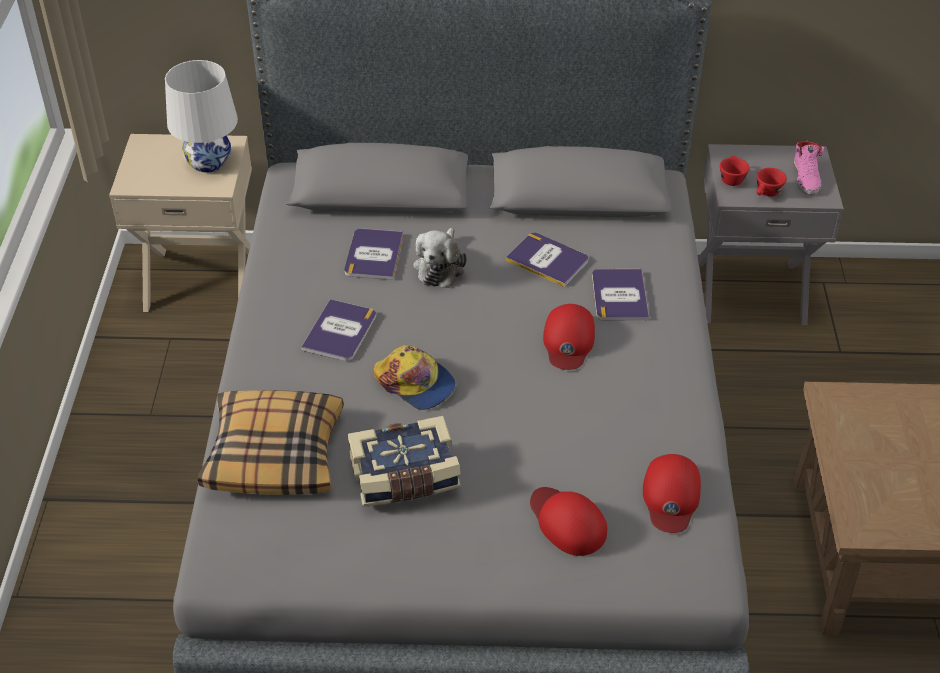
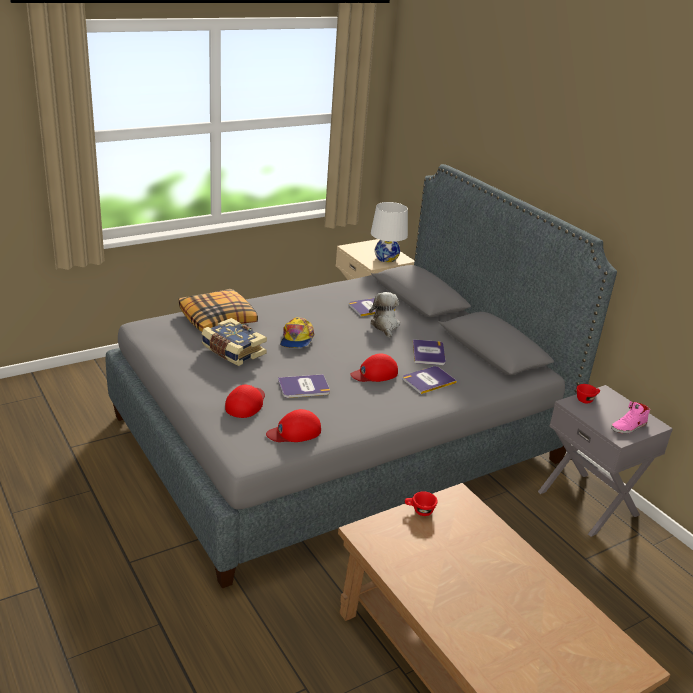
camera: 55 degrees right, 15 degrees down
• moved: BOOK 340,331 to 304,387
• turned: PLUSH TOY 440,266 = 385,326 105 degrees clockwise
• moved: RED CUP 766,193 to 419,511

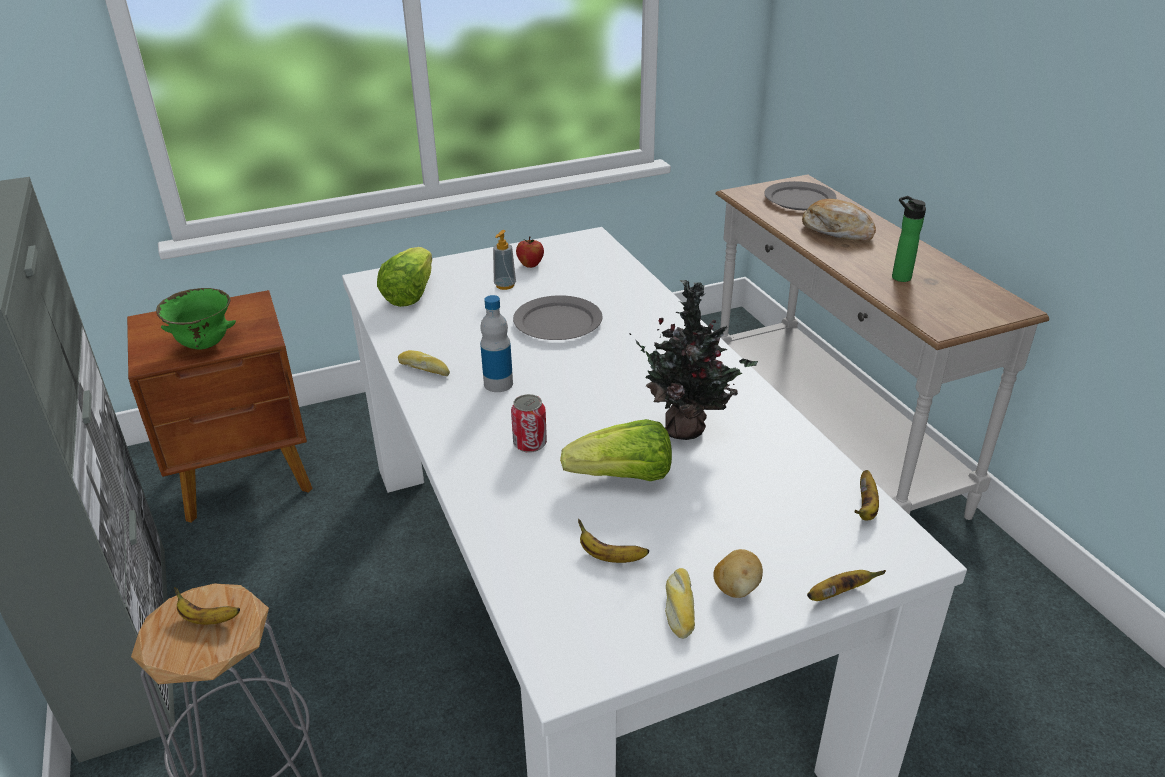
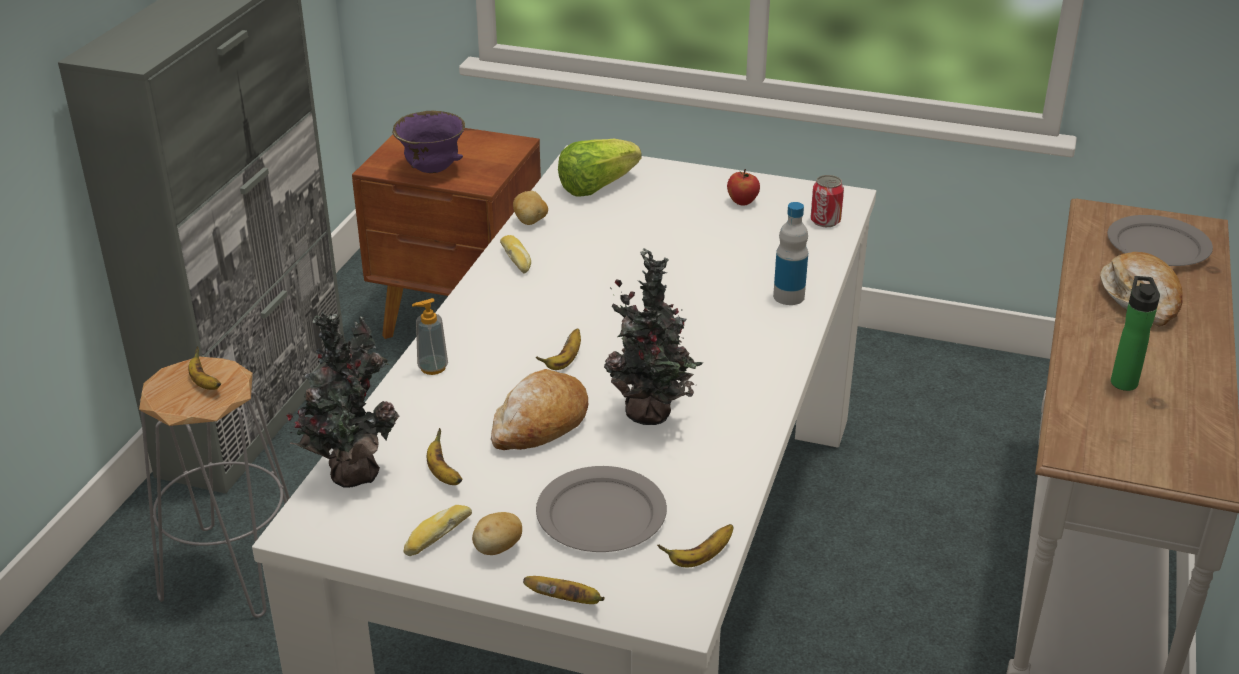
camera: 40 degrees right, 0 degrees up
• added: POTTED PLANT 351,472
• recoloured: GREEN BOWL 204,345 to PURPLE BOWL 432,170
• moved: SOAP DISPENSER 505,285 to 433,368
• replaced: LETTUCE 623,477 to BREAD 540,424
• added: POTATO 530,221
• added: BANANA 564,361
• moved: GREY PLATE 558,322 to 602,515
• moved: BOTTLE 498,384 to 788,296
• moved: CAN 530,444 to 825,221

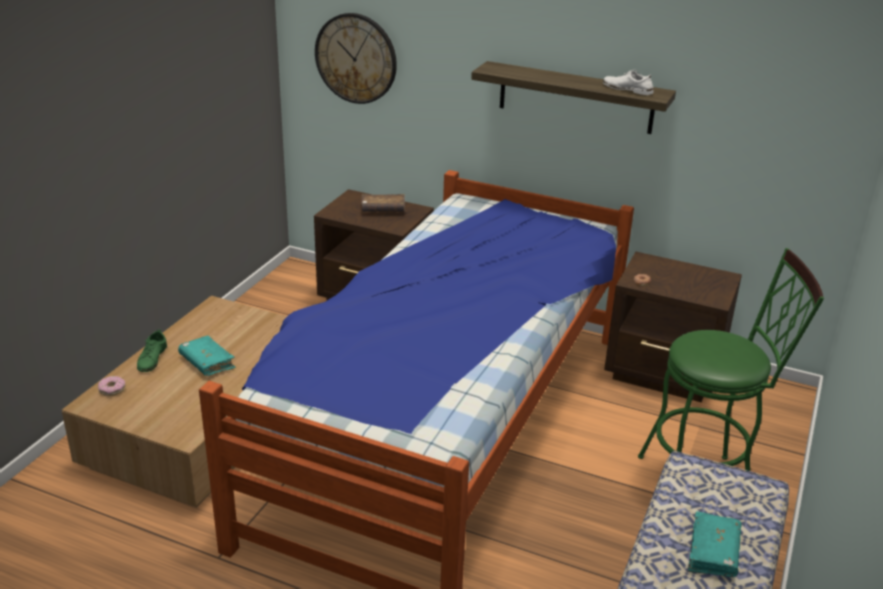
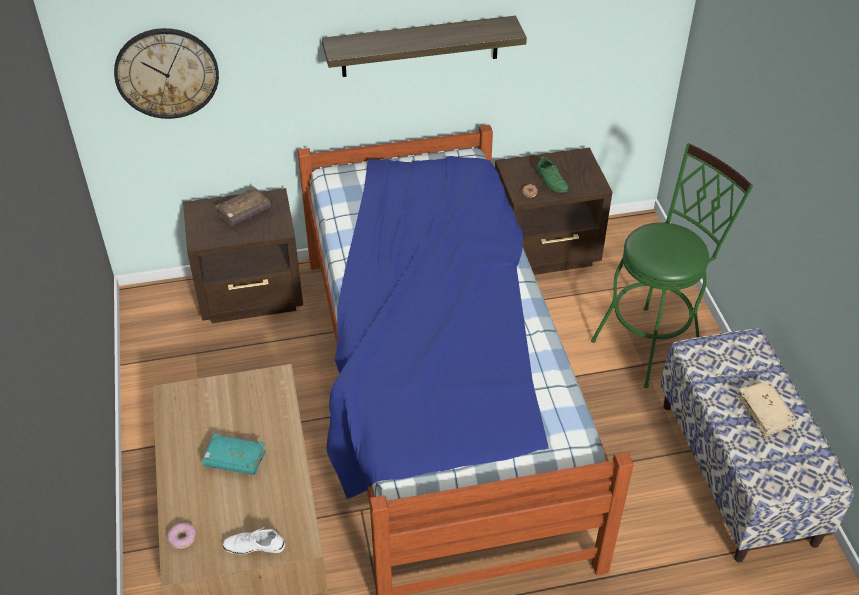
camera: 35 degrees left, 15 degrees up
• moved: WHITE SHOE 627,89 to 254,546
• moved: GREEN SHOE 152,358 to 551,181
• recoloured: TURQUOISE BOOK 713,552 to BEIGE BOOK 765,413

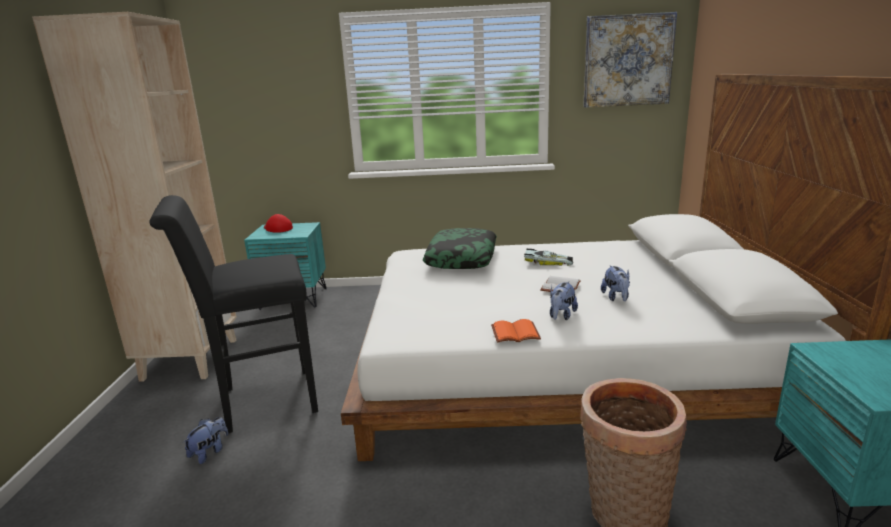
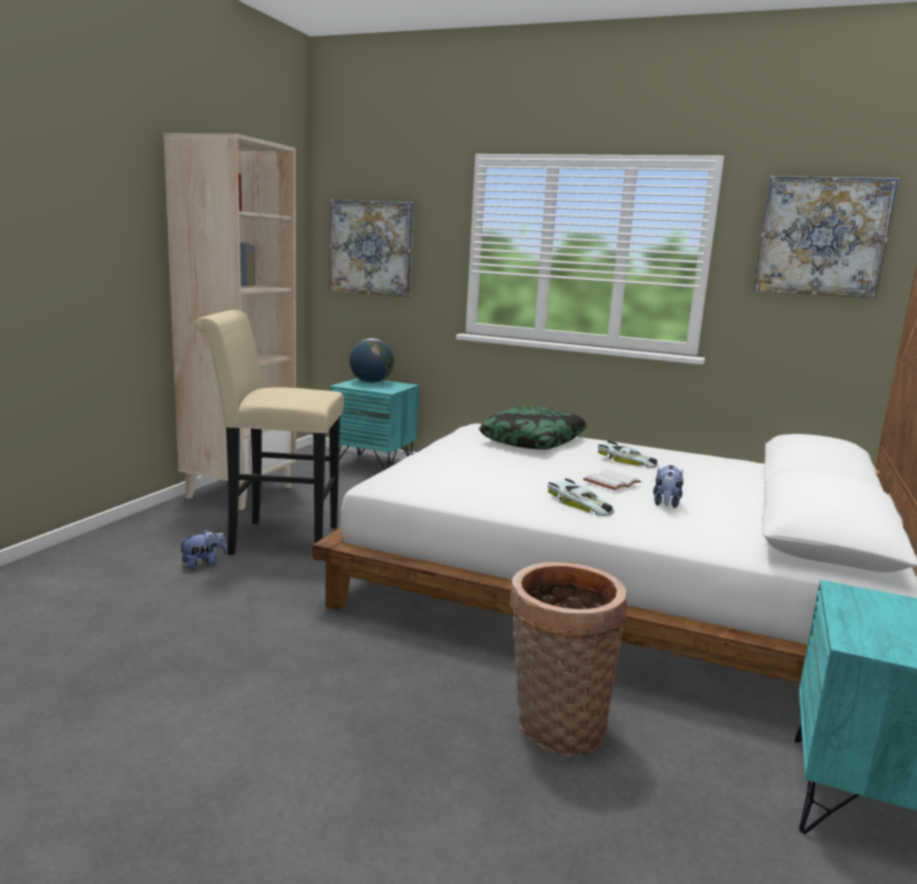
camera: 20 degrees right, 5 degrees down
• recoloured: BLACK STOOL 261,402 to BEIGE STOOL 275,539
• added: PICTURE 371,248
• replaced: RED CAP 277,228 to GLOBE 371,382
• replaced: PLUSH TOY 561,316 to TOY CAR 580,504
• removed: ORANGE BOOK 514,334

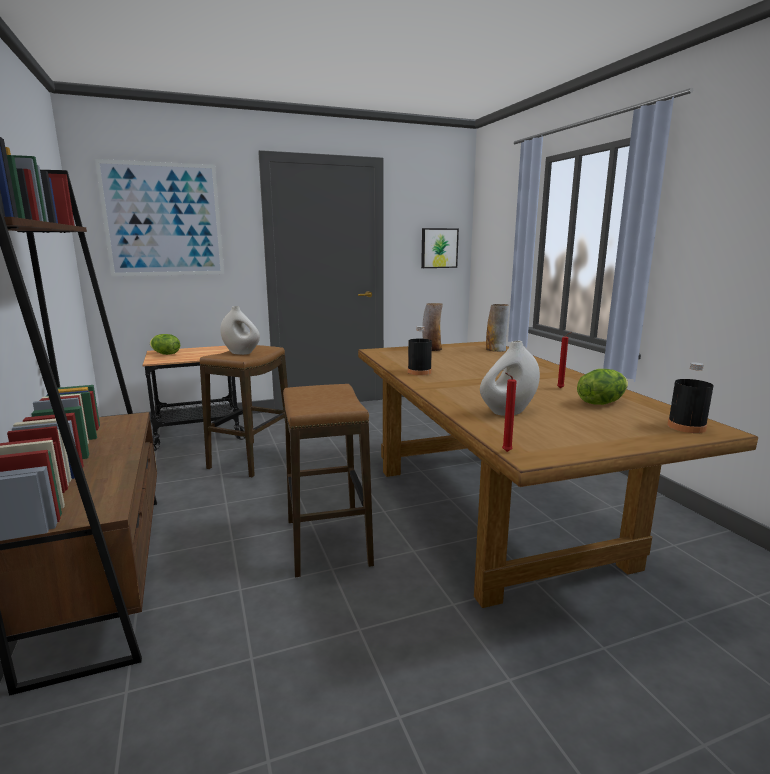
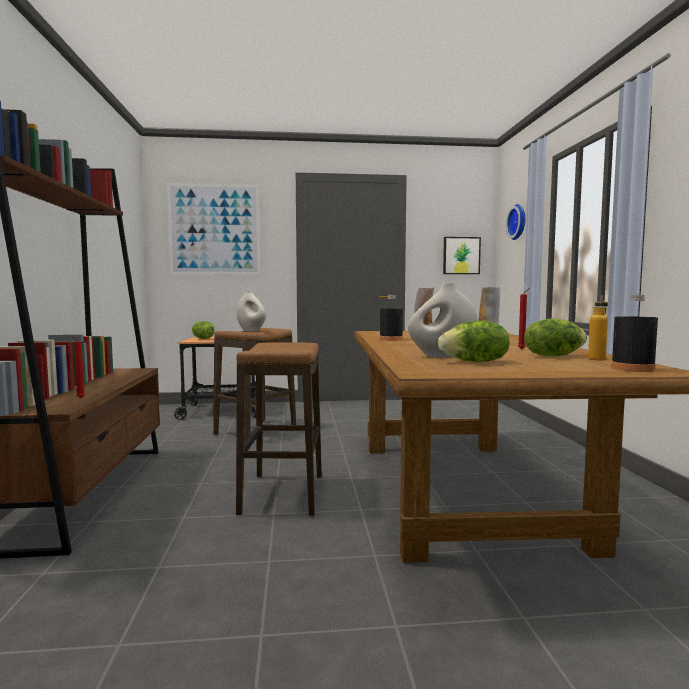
camera: 15 degrees right, 10 degrees down
• moved: RED CANDLE 505,452 to 79,398
• added: LETTUCE 475,362
• added: WALL CLOCK 518,222
• added: BOTTLE 597,358

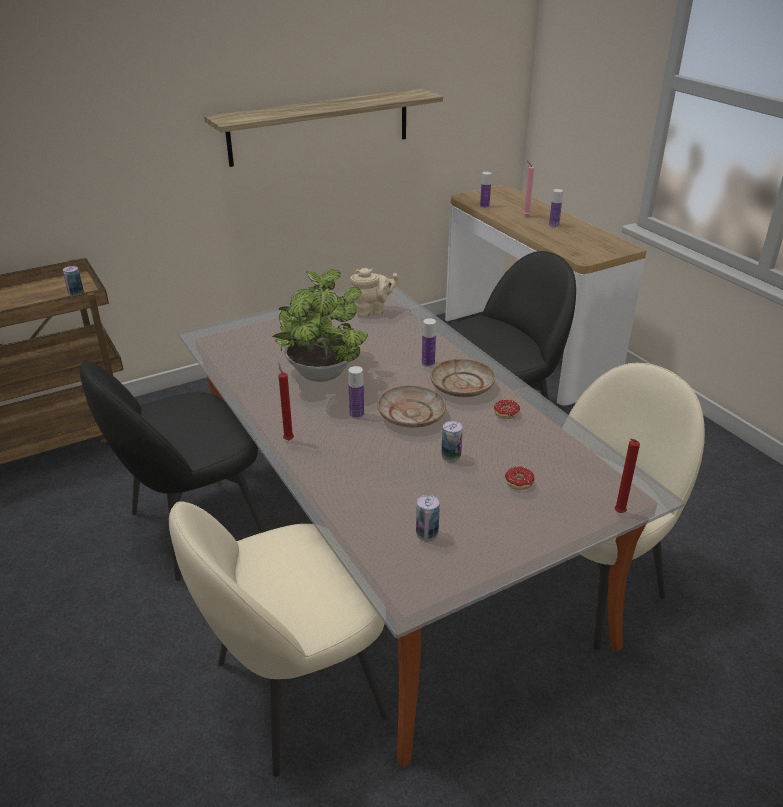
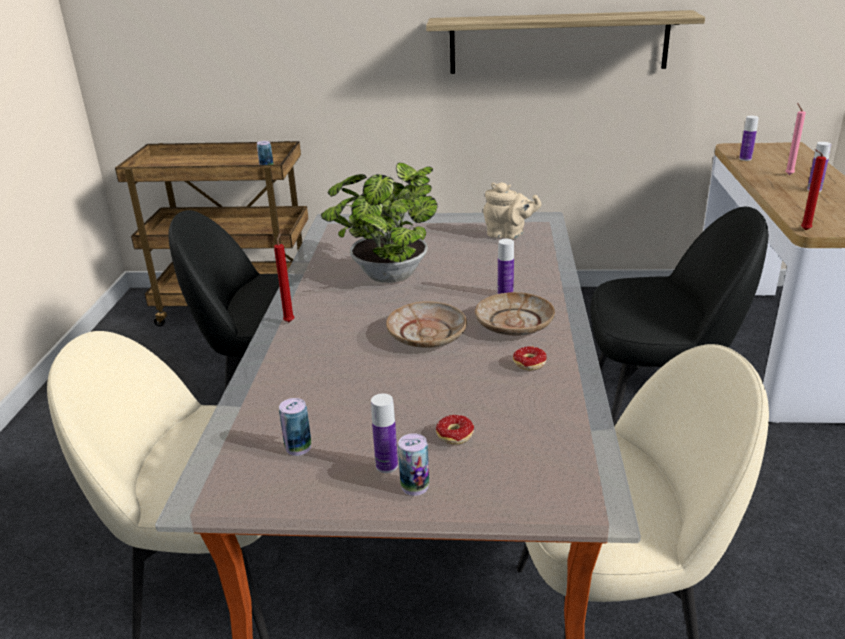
camera: 35 degrees right, 5 degrees down
• moved: BOTTLE 356,414 to 386,466
• moved: CAN 451,457 to 415,486
• moved: RED CANDLE 618,513 to 803,230

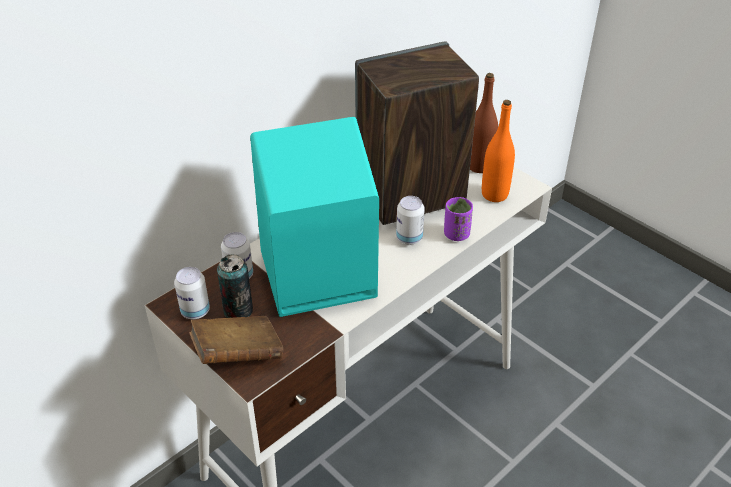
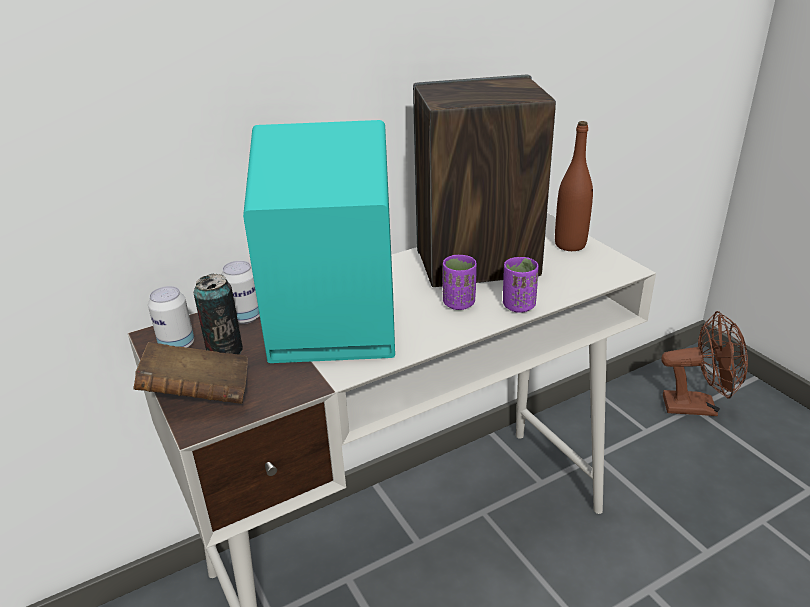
camera: 15 degrees right, 10 degrees down
• replaced: CAN 409,238 to PURPLE CUP 459,303
• added: BROWN FAN 698,406
• removed: ORANGE BOTTLE 494,194

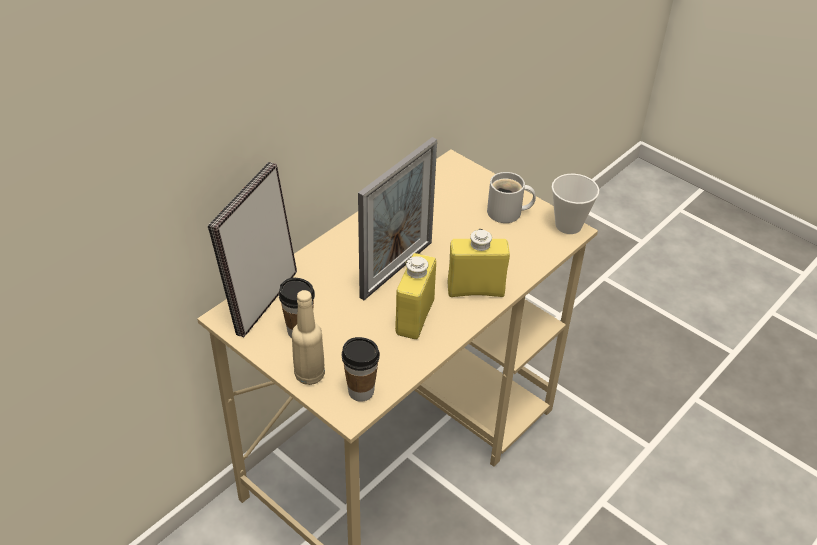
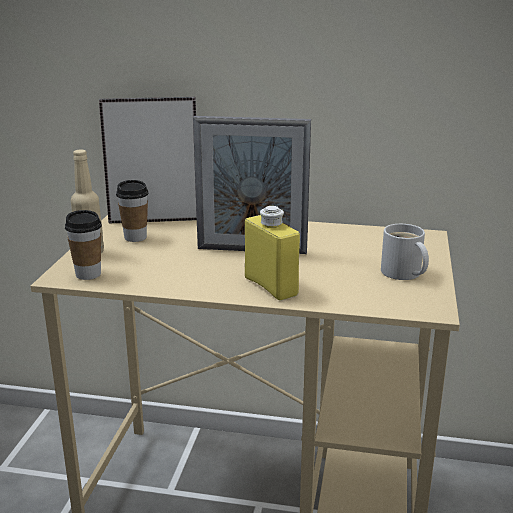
camera: 60 degrees right, 20 degrees down
• removed: YELLOW BOTTLE 415,317
• removed: CUP 568,225

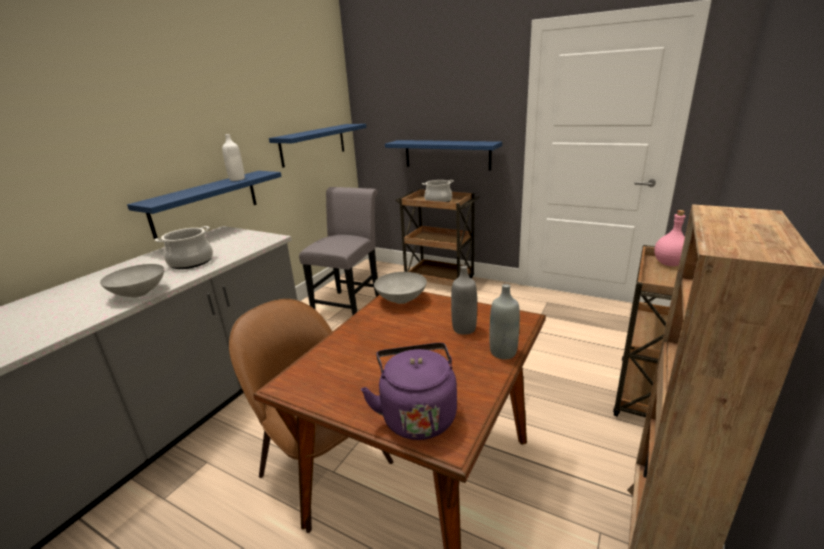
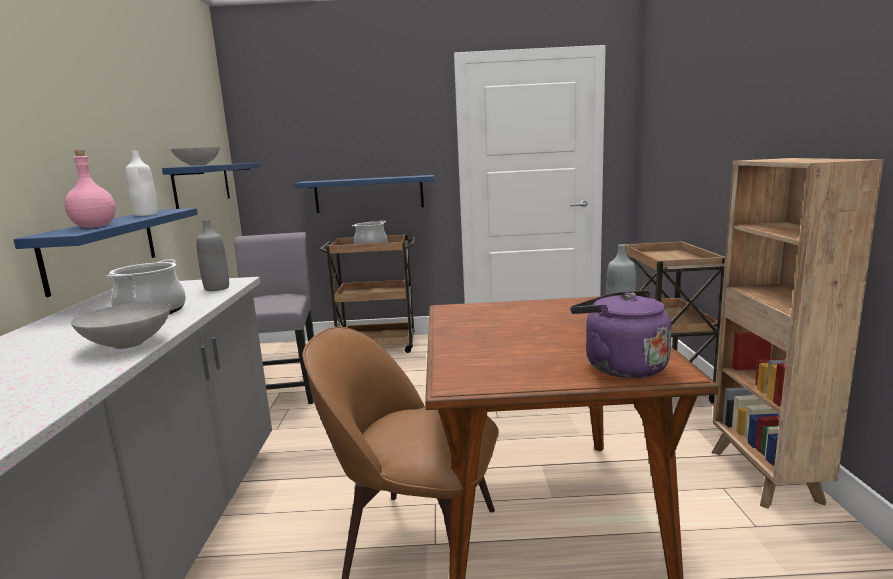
camera: 30 degrees left, 10 degrees down
• moved: PINK BOTTLE 670,264 to 95,227
• moved: GREY BOWL 401,300 to 198,165
• moved: GREY BOTTLE 464,329 to 217,288

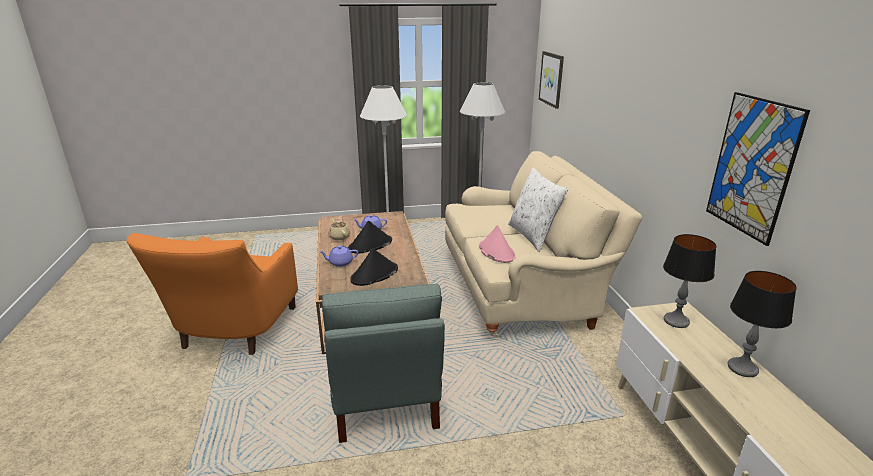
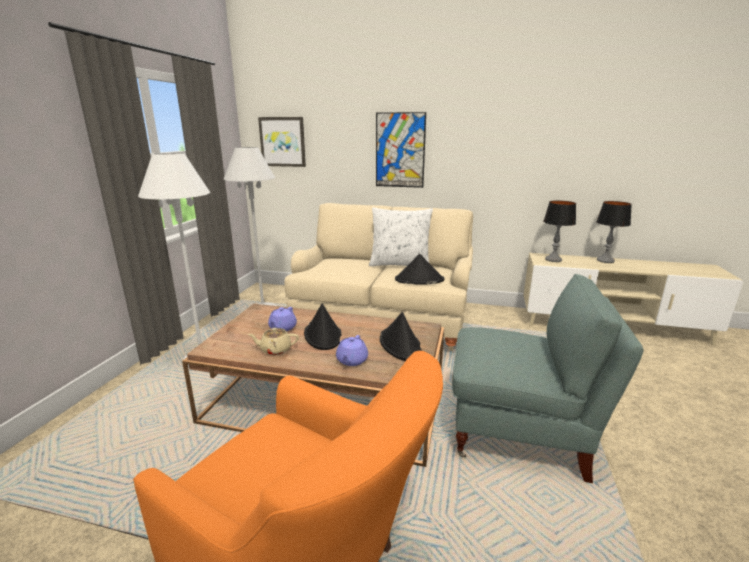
camera: 65 degrees left, 5 degrees down
• moved: PICTURE 752,167 to 400,150
• recoloured: PINK HAT 496,252 to BLACK HAT 419,280

